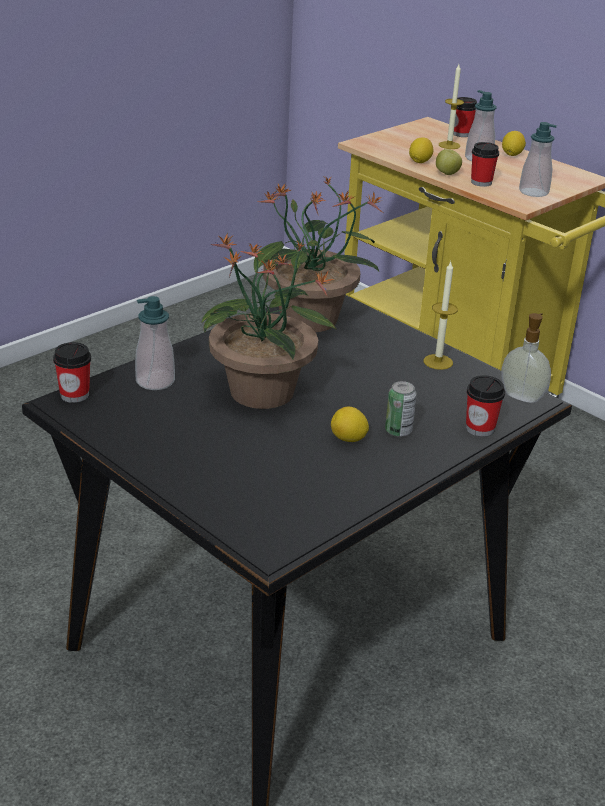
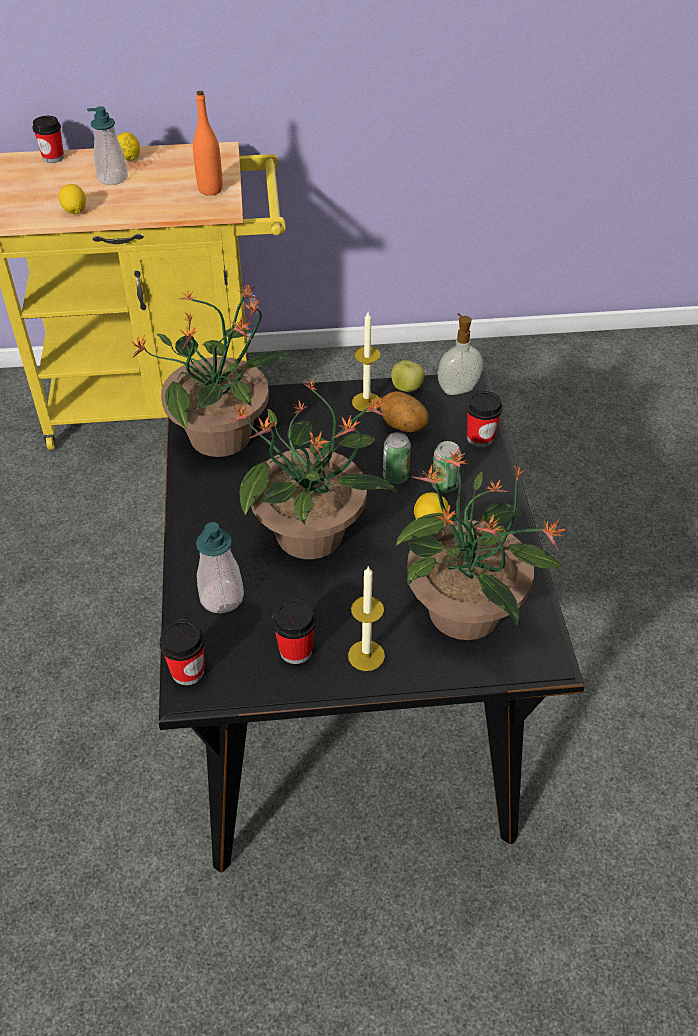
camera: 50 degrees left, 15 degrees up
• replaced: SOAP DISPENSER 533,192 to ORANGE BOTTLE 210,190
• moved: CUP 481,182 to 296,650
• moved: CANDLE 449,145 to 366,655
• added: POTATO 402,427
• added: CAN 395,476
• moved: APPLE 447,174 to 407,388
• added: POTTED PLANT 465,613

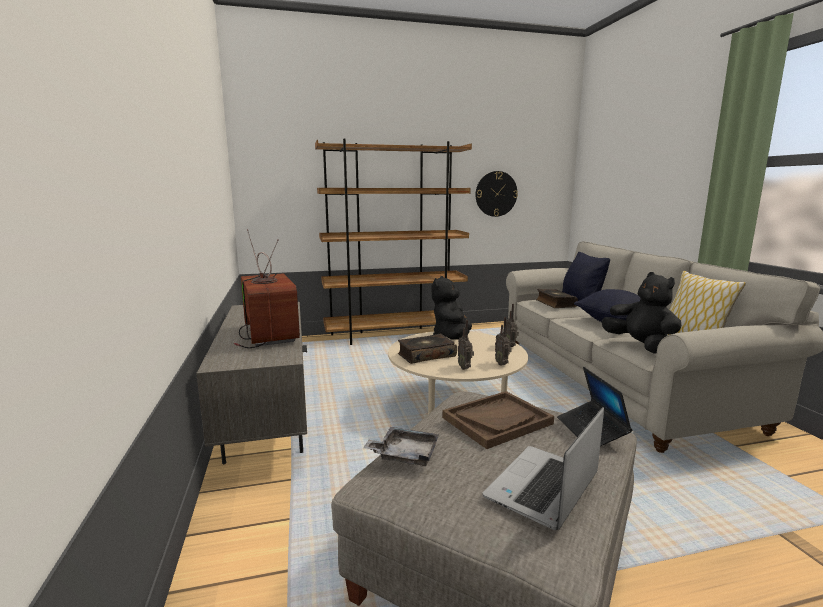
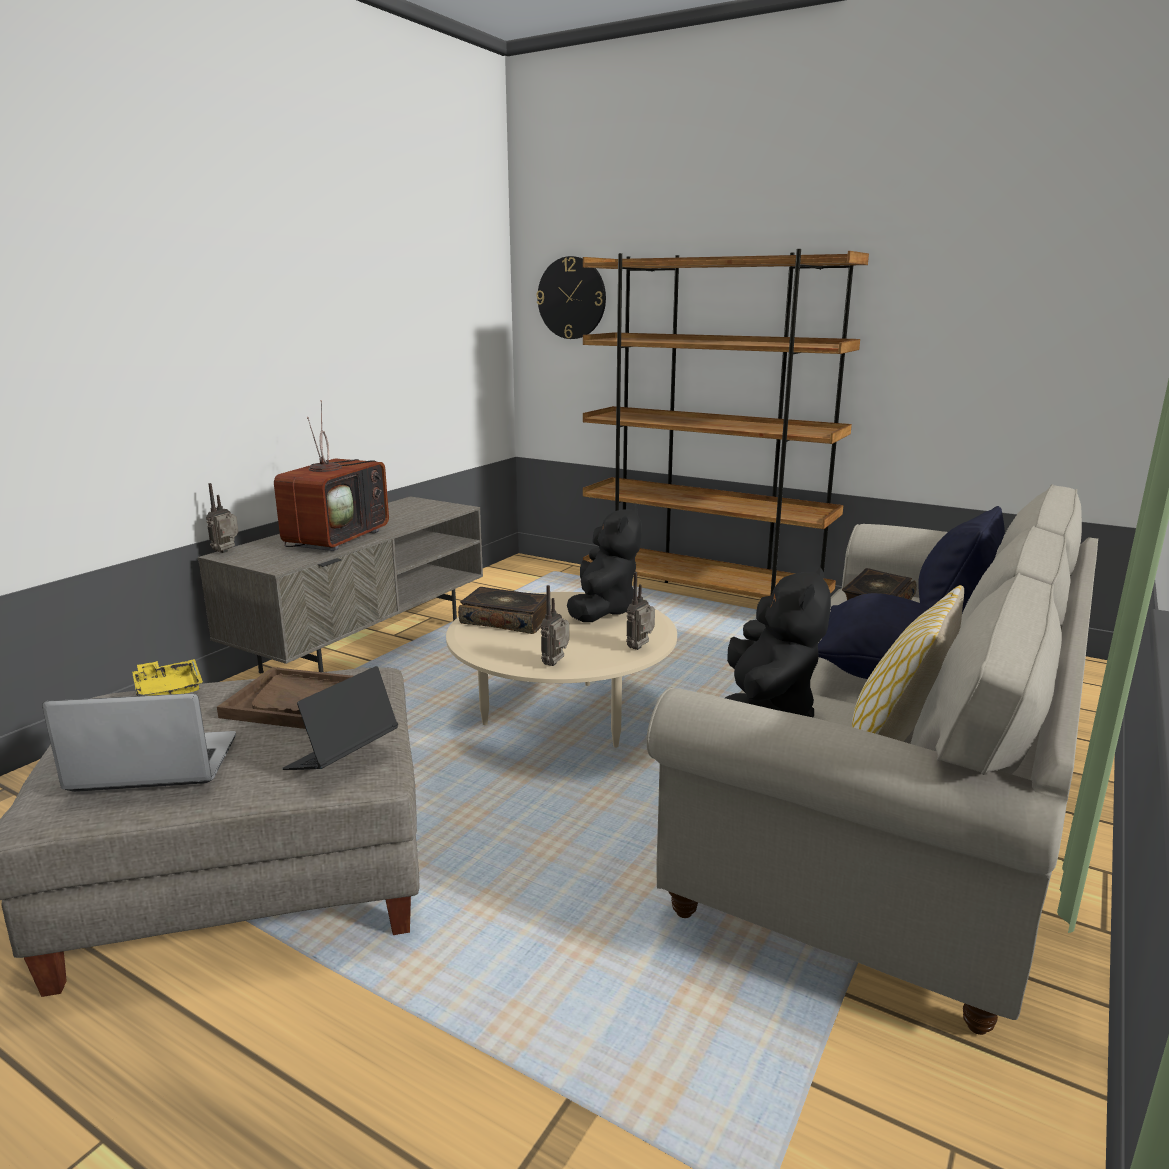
camera: 45 degrees right, 5 degrees up
• recoloured: GREY TRAY 404,454 to YELLOW TRAY 168,689
• moved: RADIO 465,368 to 227,552
• moved: WALL CLOCK 496,194 to 571,298
• turned: BLACK PLUSH TOY 452,337 = 603,610 135 degrees clockwise

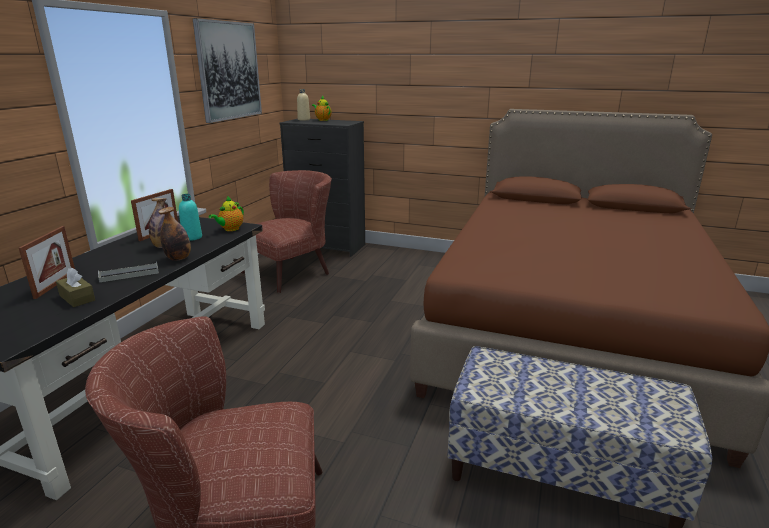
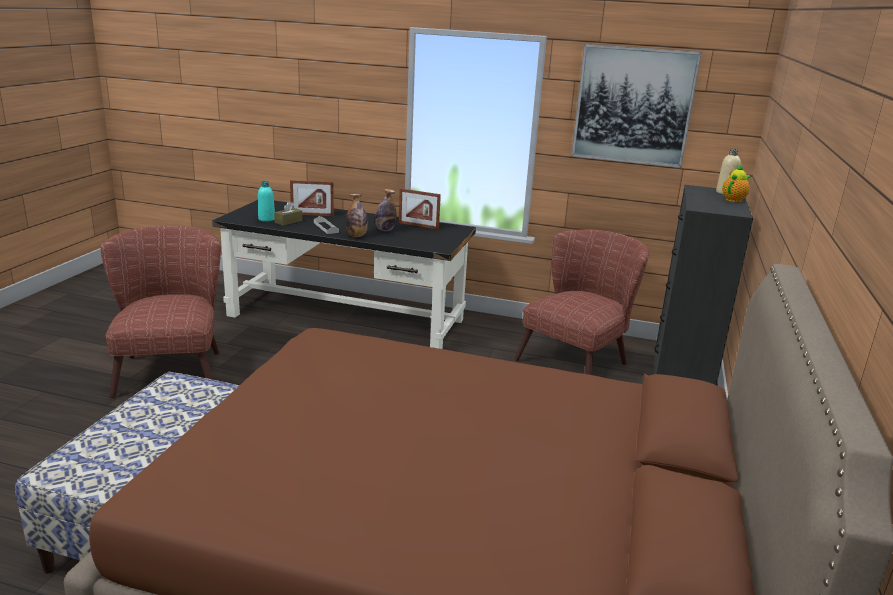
camera: 85 degrees right, 0 degrees up
• moved: TURQUOISE BOTTLE 192,237 to 266,219
• turned: BROWN ARMCHAIR 294,271 = 578,359 90 degrees counterclockwise
• removed: TEAPOT 230,229

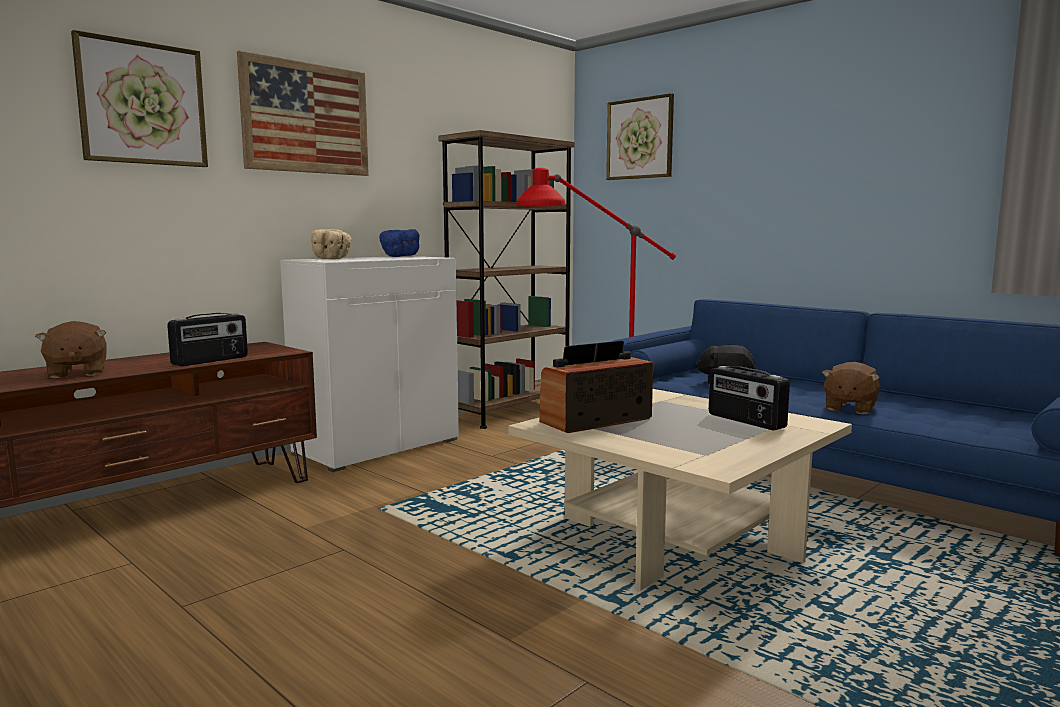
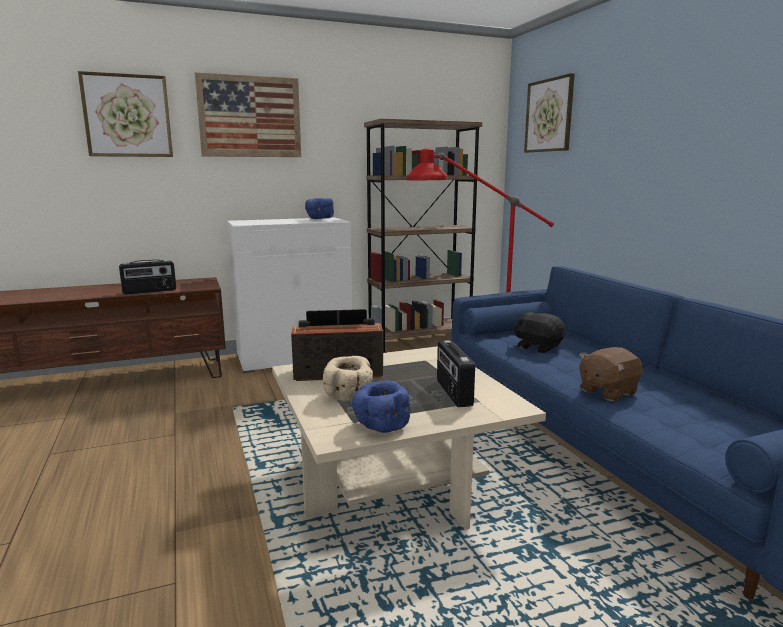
camera: 25 degrees right, 5 degrees up
• moved: BEIGE BOWL 332,258 to 349,396
• added: BLUE BOWL 380,426
• removed: BROWN PLUSH TOY 76,373

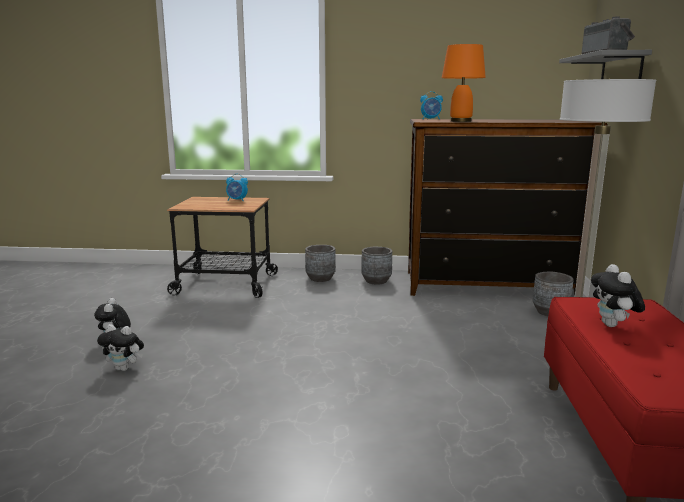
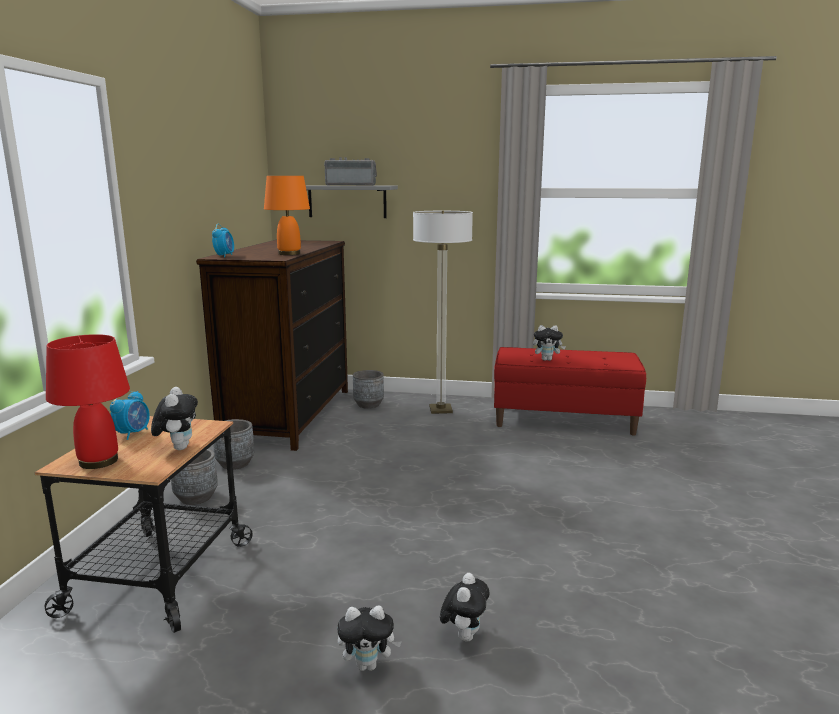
camera: 85 degrees left, 0 degrees up
• added: RED TABLE LAMP 100,461
• added: PLUSH TOY 178,447

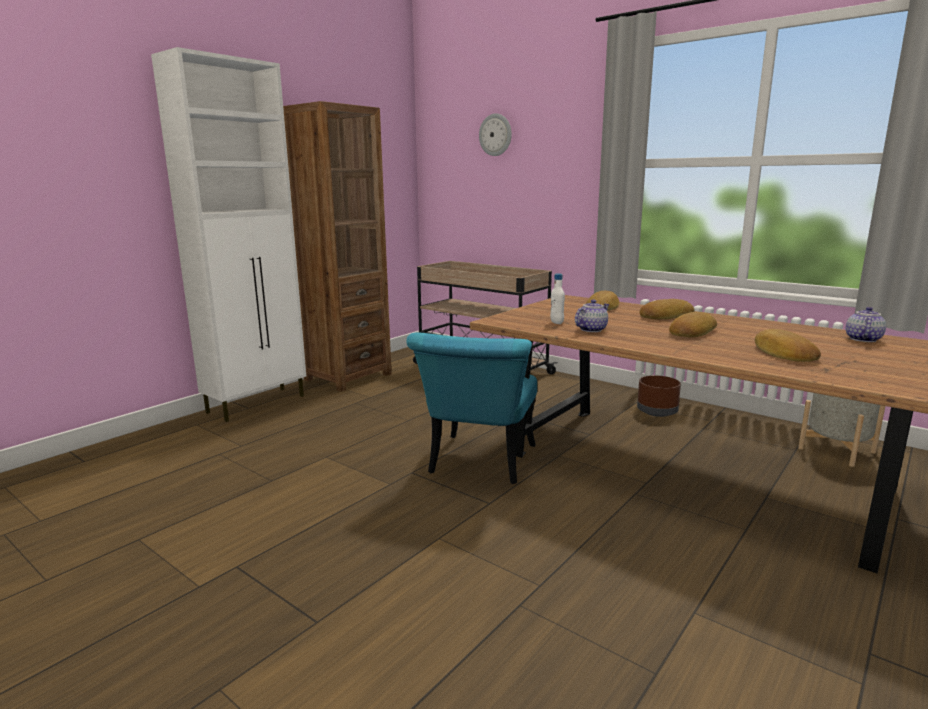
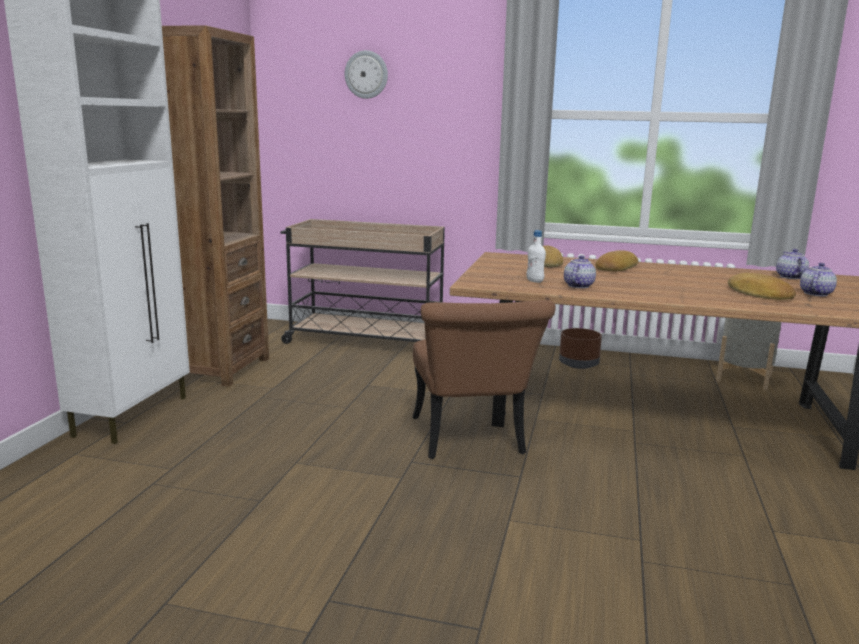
camera: 25 degrees left, 0 degrees up
• recoloured: TURQUOISE CHAIR 479,464 to BROWN CHAIR 471,441
• added: TEAPOT 815,293
• removed: BREAD 691,332

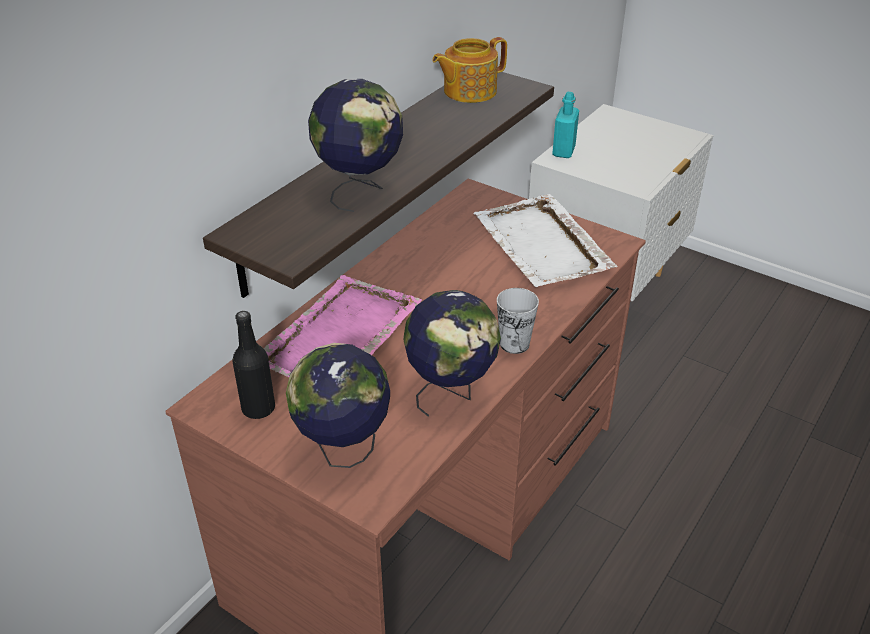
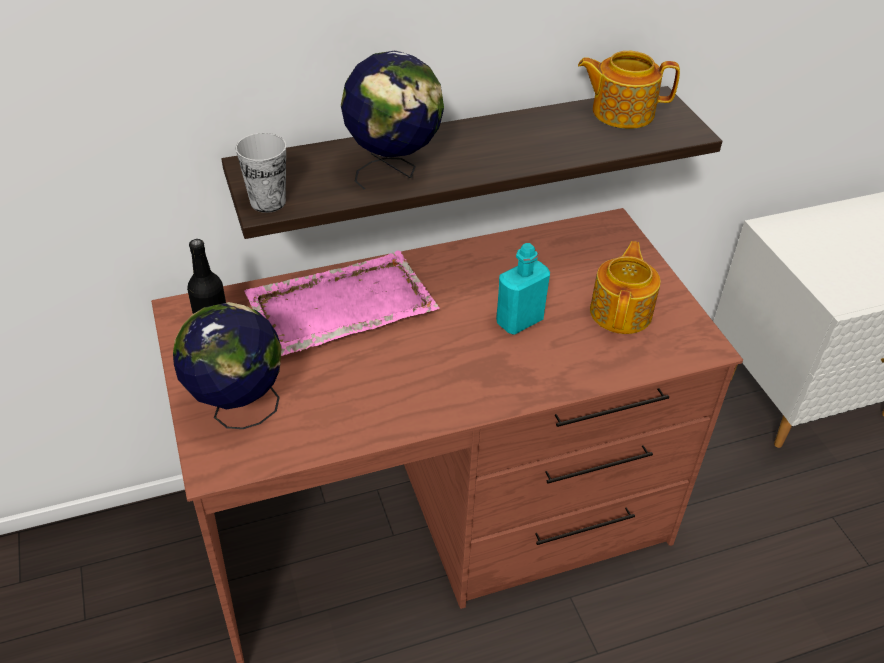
camera: 35 degrees right, 5 degrees up
• moved: CUP 514,344 to 268,202
• moved: TURQUOISE BOTTLE 563,151 to 519,321
• replaced: WHITE TRAY 542,245 to TEAPOT 622,312
• removed: GLOBE 451,393

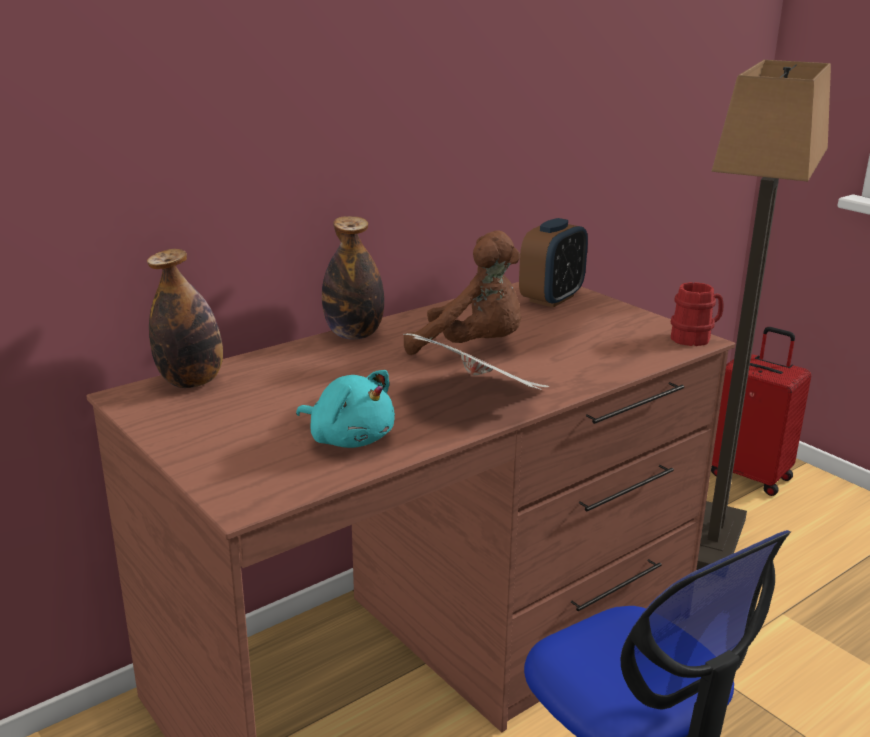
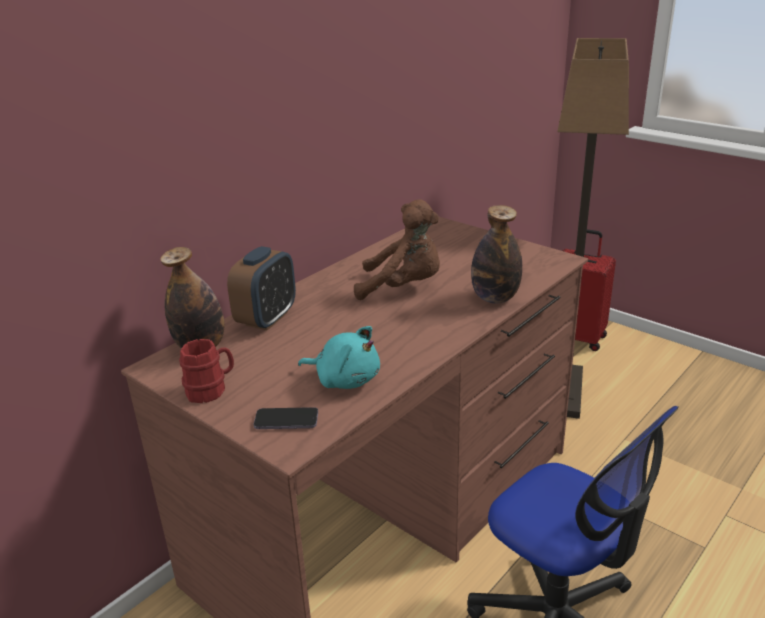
camera: 10 degrees left, 5 degrees up
• moved: RED MUG 695,337 to 211,390
• moved: ALARM CLOCK 551,298 to 267,319
• added: PHONE 286,420
• moved: BOTTLE 354,334 to 495,298
• removed: NEWSPAPER 479,399

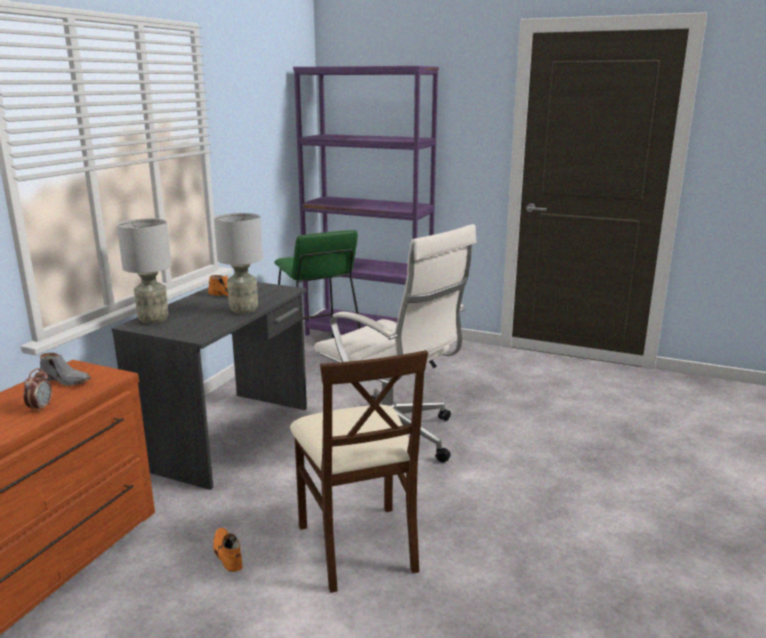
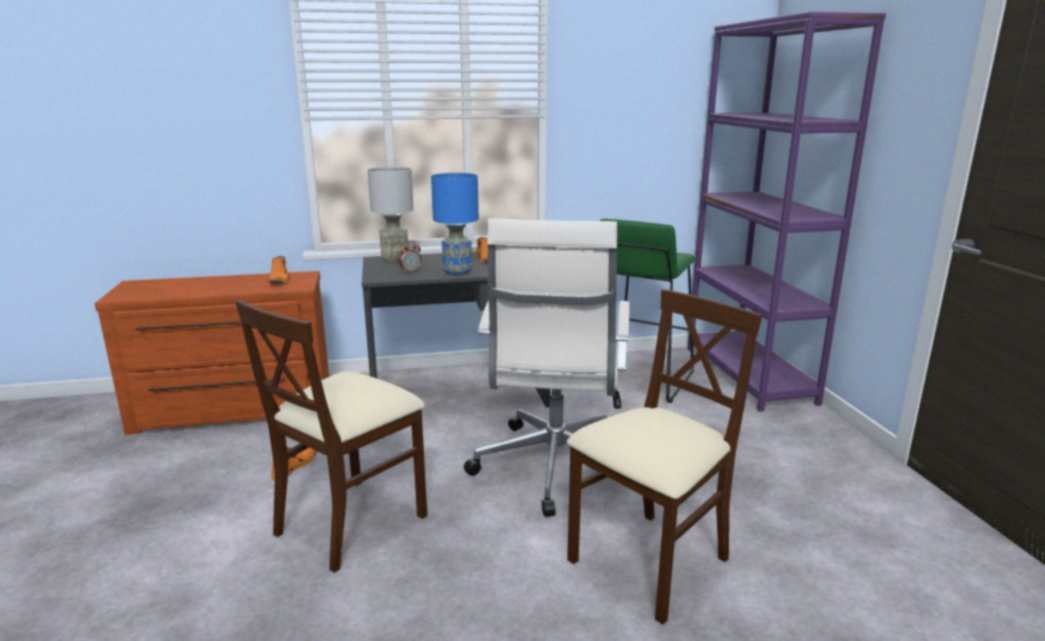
camera: 55 degrees right, 0 degrees up
• recoloured: GREY SHOE 66,380 to ORANGE SHOE 279,280
• moved: ALARM CLOCK 40,408 to 410,272
• recoloured: GREY TABLE LAMP 244,310 to BLUE TABLE LAMP 457,272
• added: BEIGE CHAIR 650,563

